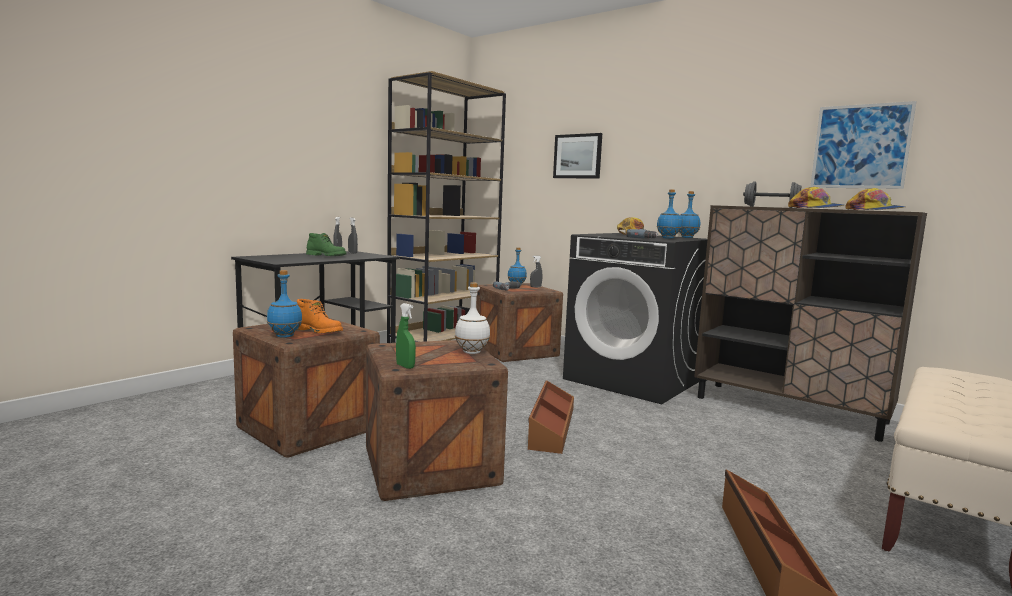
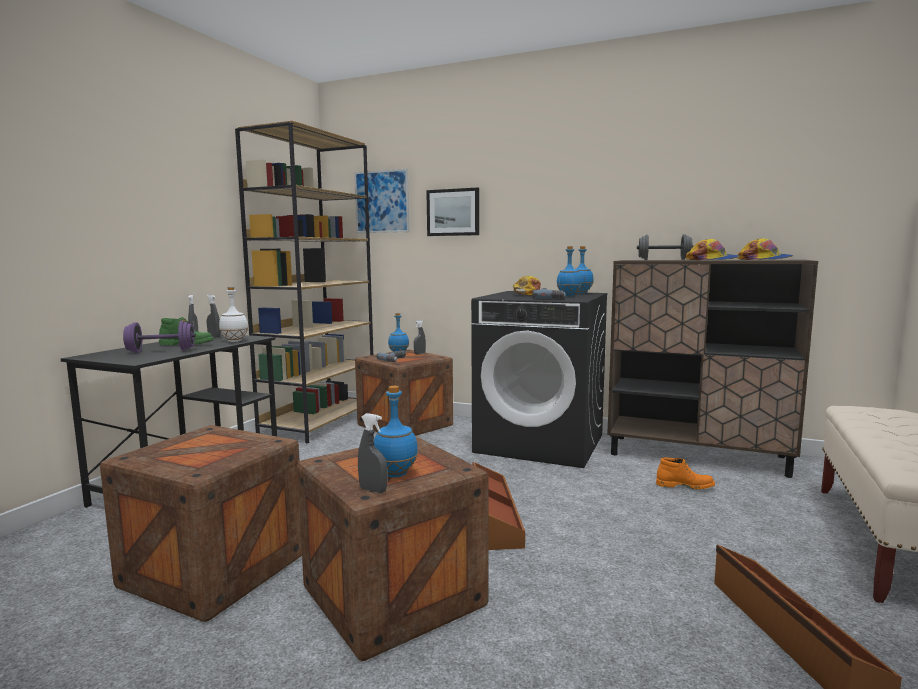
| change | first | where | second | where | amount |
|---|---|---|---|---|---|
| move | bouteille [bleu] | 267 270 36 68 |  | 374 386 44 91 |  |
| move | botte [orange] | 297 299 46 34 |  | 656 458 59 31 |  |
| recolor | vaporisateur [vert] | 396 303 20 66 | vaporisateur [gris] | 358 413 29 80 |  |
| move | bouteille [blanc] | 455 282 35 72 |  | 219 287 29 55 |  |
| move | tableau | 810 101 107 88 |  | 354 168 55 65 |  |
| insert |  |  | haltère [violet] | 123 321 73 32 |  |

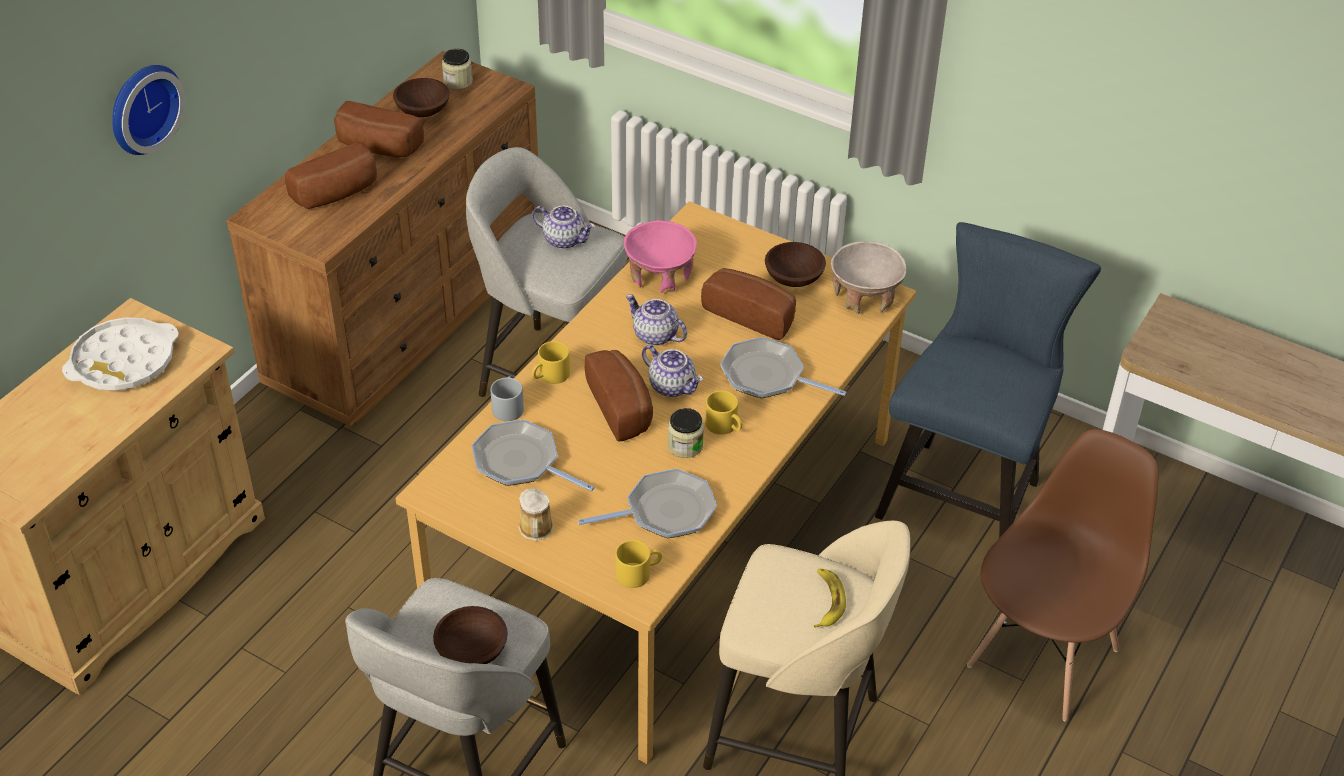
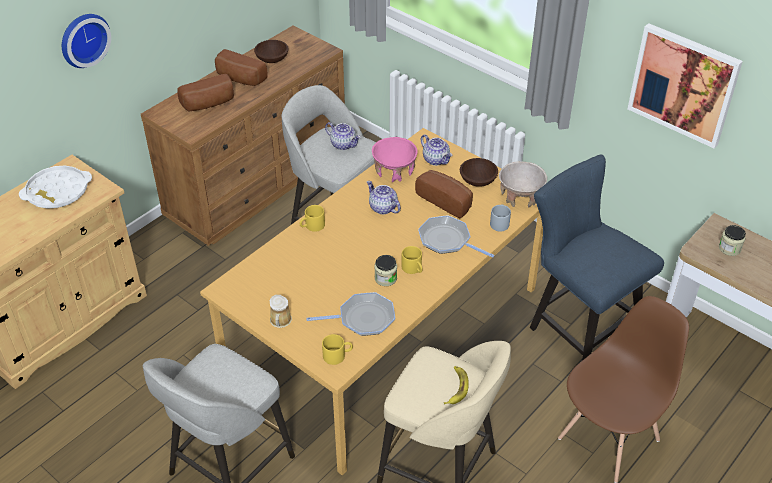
| change | first | where | second | where | amount |
|---|---|---|---|---|---|
| delete | bol [marron] | 433 606 75 58 |  |  |  |
| move | bocal | 442 49 31 41 |  | 719 225 27 31 |  |
| delete | poêle | 472 420 123 71 |  |  |  |
| move | mug [gris] | 490 376 34 45 |  | 490 204 21 27 |  |
| delete | pain | 585 350 68 92 |  |  |  |
| move | théière | 642 345 61 52 |  | 421 134 32 32 |  |
| rotate | chaise [bleu] | 875 222 226 316 |  | 530 154 134 207 | 75 degrees counterclockwise |
| insert |  |  | tableau | 627 23 116 125 |  |

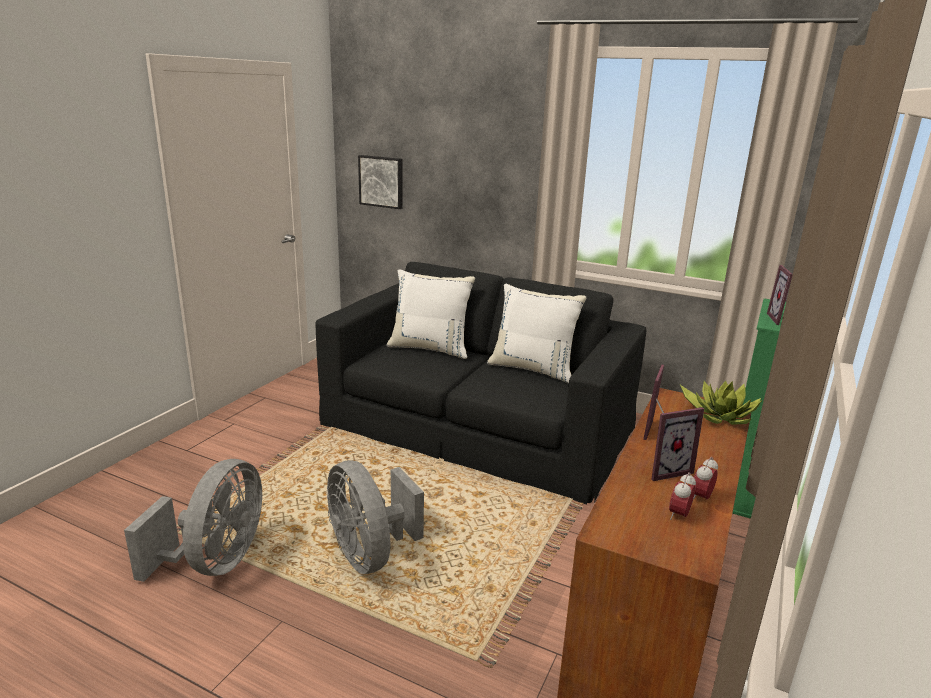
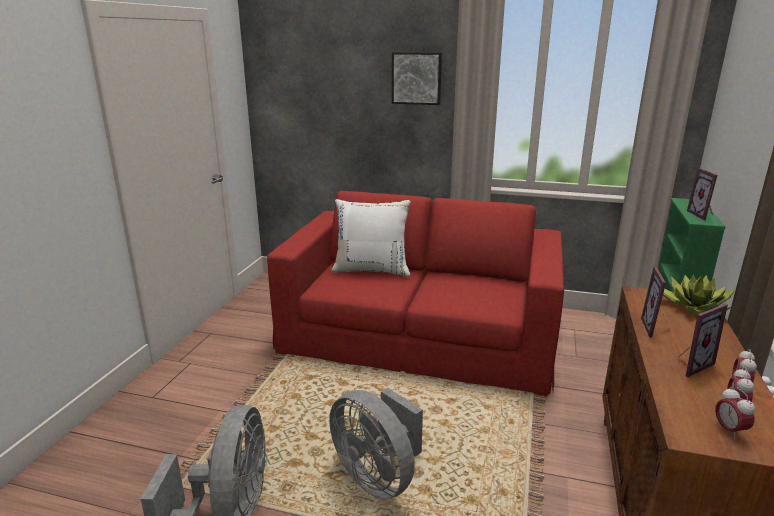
| change | first | where | second | where | amount |
|---|---|---|---|---|---|
| recolor | canapé [noir] | 315 262 332 243 | canapé [rouge] | 267 191 297 205 |  |
| move | tableau | 358 155 45 54 |  | 392 52 50 53 |  |
| delete | coussin [blanc] | 487 284 99 99 |  |  |  |
| insert |  |  | réveil | 715 387 40 52 |  |

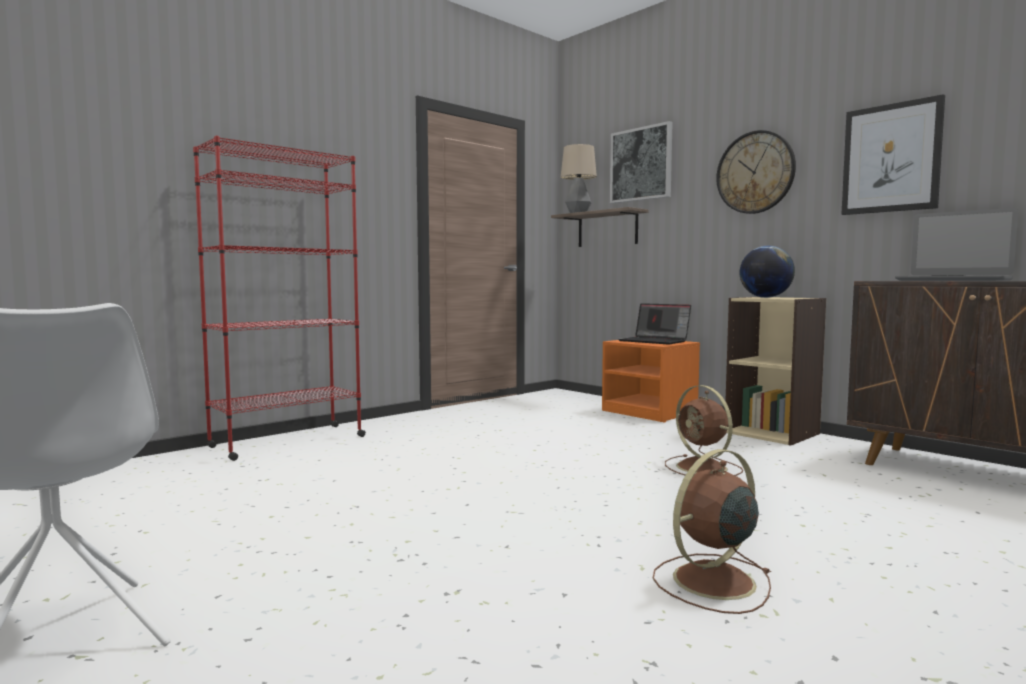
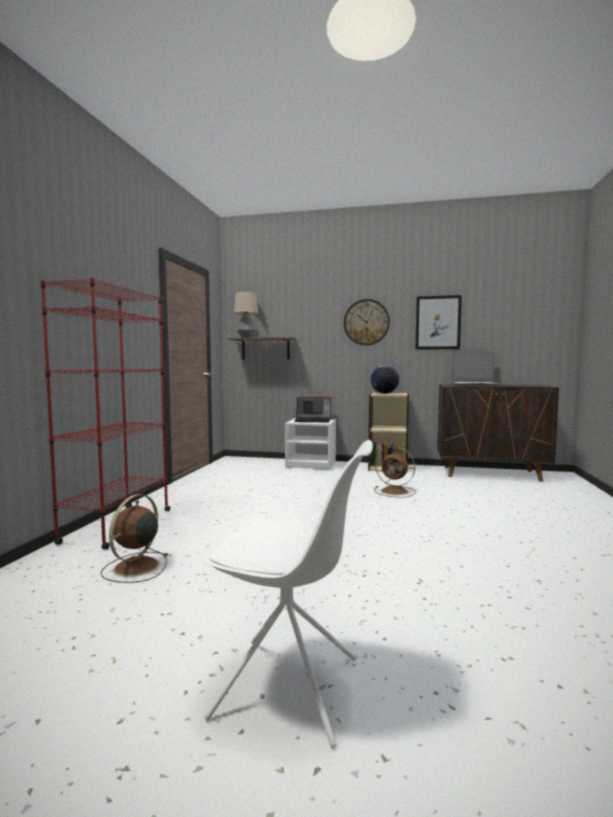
| change | first | where | second | where | amount |
|---|---|---|---|---|---|
| recolor | table de chevet [orange] | 602 340 98 82 | table de chevet [blanc] | 285 418 51 52 |  |
| delete | tableau | 610 121 63 82 |  |  |  |
| move | ventilateur [marron] | 653 449 118 165 |  | 100 494 69 89 |  |

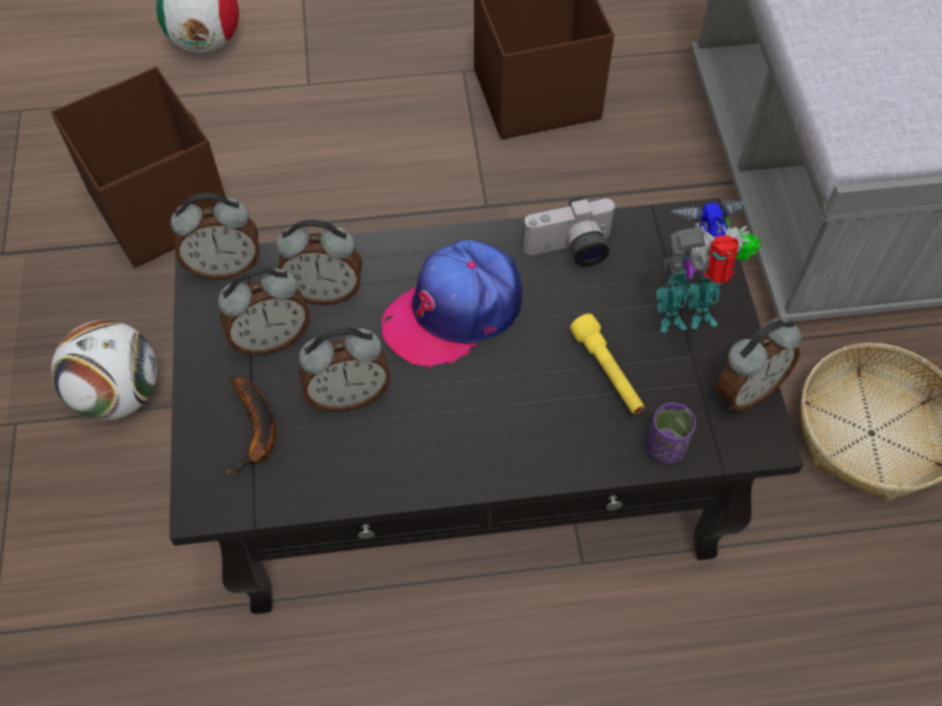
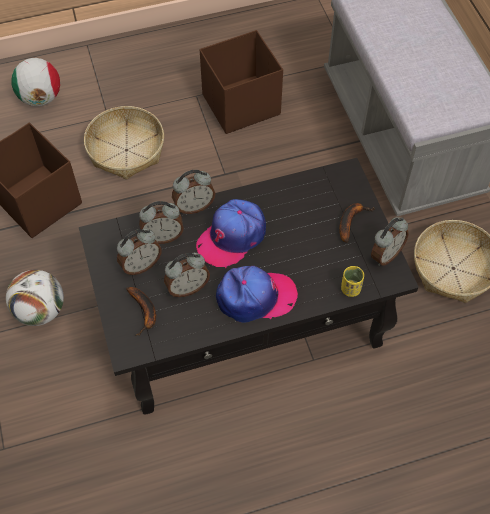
| change | first | where | second | where | amount |
|---|---|---|---|---|---|
| move | réveil | 171 193 89 87 |  | 172 170 43 44 |  |
| delete | appareil photo | 522 197 95 70 |  |  |  |
| delete | lampe de poche [jaune] | 570 314 75 100 |  |  |  |
| recolor | tasse [violet] | 647 403 49 61 | tasse [jaune] | 341 266 23 31 |  |
| replace | robot jouet | 656 200 106 133 | banane | 339 203 36 40 |  |
| insert |  |  | panier | 84 106 80 74 |  |
| insert |  |  | casquette | 216 266 82 57 |  |

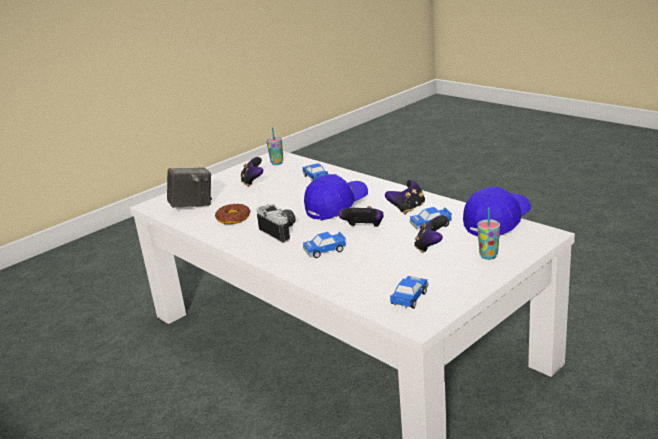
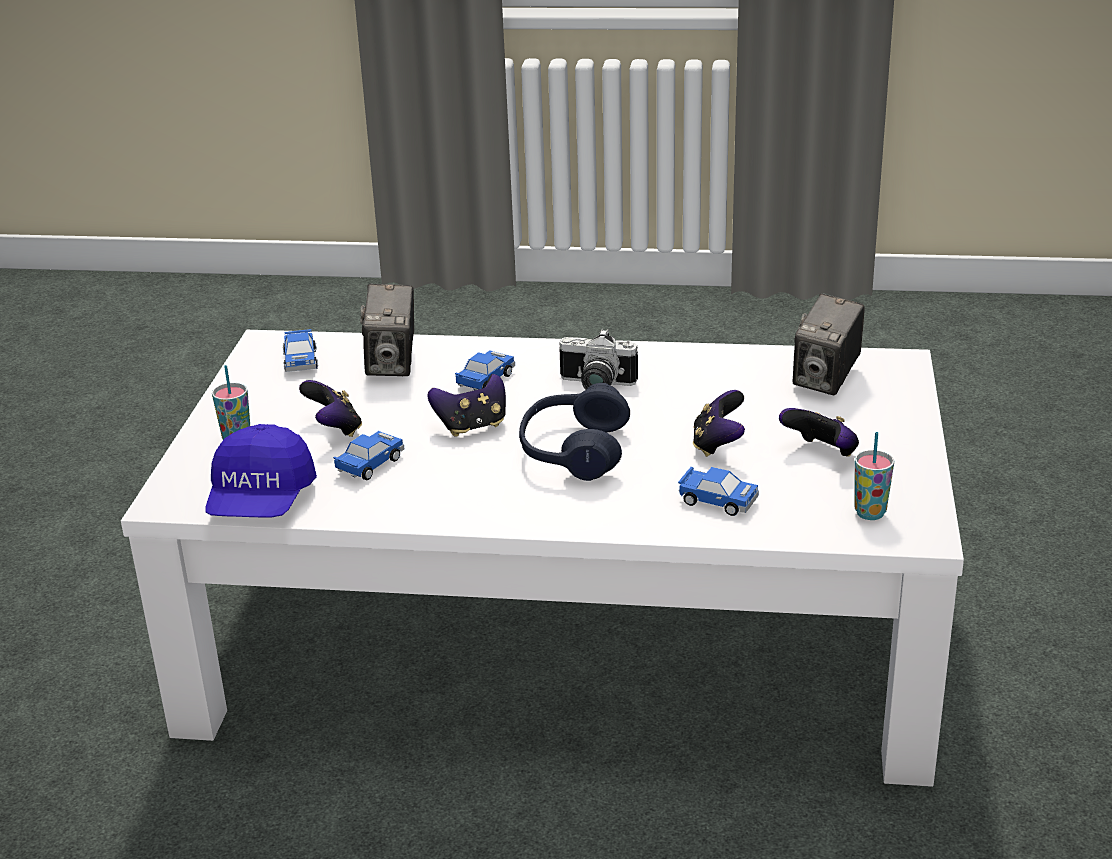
| change | first | where | second | where | amount |
|---|---|---|---|---|---|
| delete | beignet | 215 204 35 20 |  |  |  |
| replace | casquette [bleu] | 304 174 64 46 | casque audio [bleu] | 519 383 111 98 |  |
| move | manette | 385 180 40 35 |  | 693 390 52 67 |  |
| insert |  |  | appareil photo | 360 284 54 92 |  |

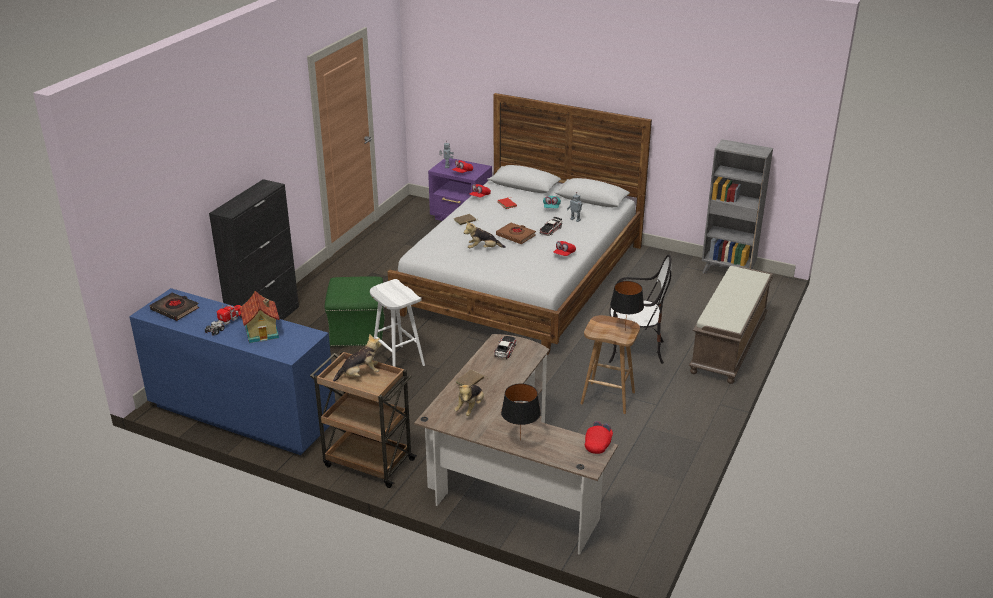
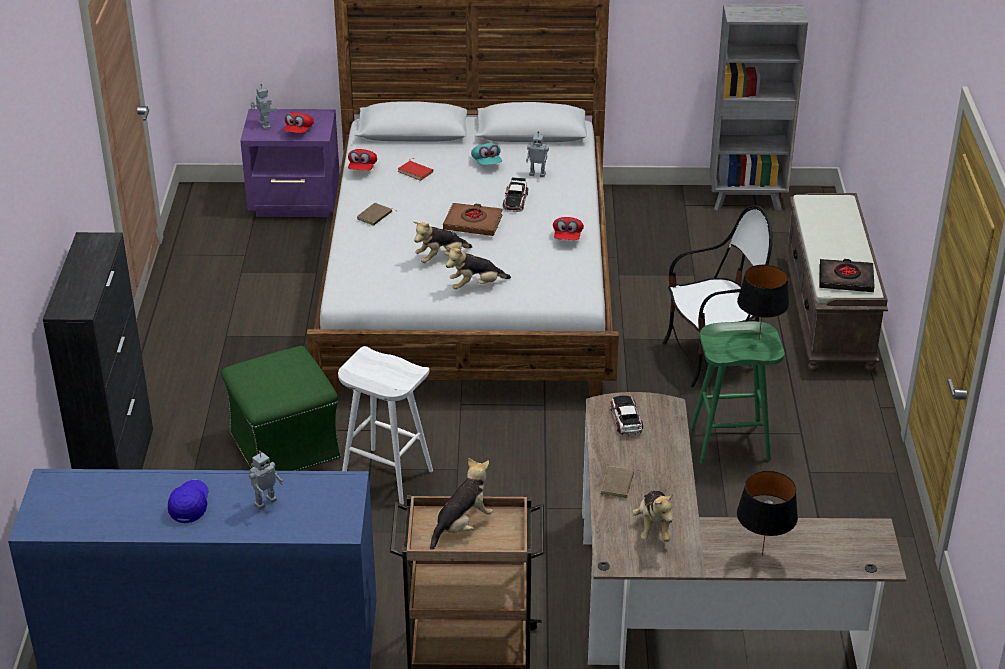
| change | first | where | second | where | amount |
|---|---|---|---|---|---|
| move | livre [noir] | 150 293 49 28 |  | 819 259 56 33 |  |
| replace | camion jouet | 204 304 38 32 | casquette [bleu] | 168 480 41 43 |  |
| replace | maison miniature | 240 291 39 52 | robot jouet | 249 451 34 59 |  |
| recolor | tabouret [marron] | 580 315 60 99 | tabouret [vert] | 691 321 94 143 |  |
| delete | casquette [rouge] | 585 421 28 33 |  |  |  |
| insert |  |  | peluche | 446 246 65 43 |  |

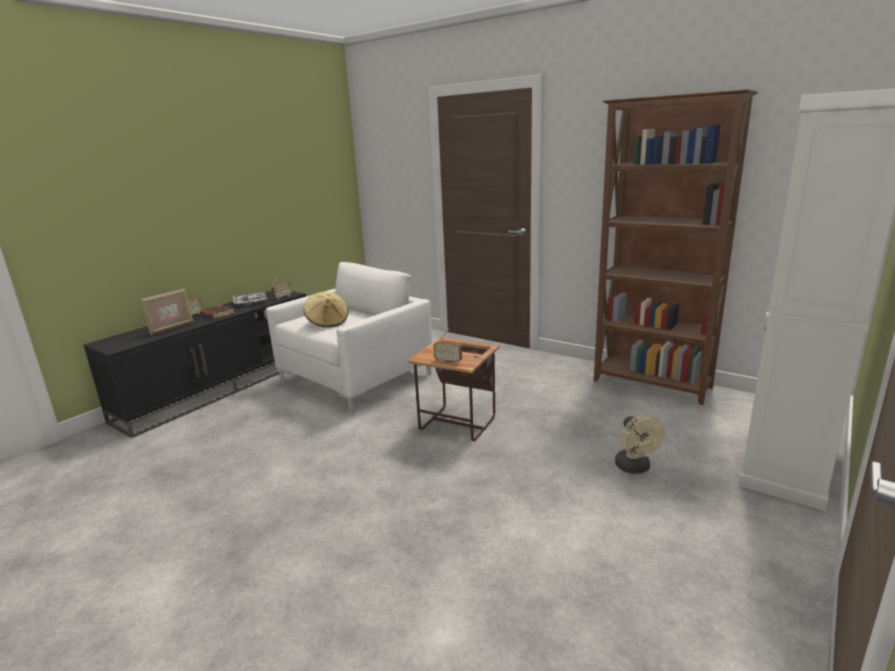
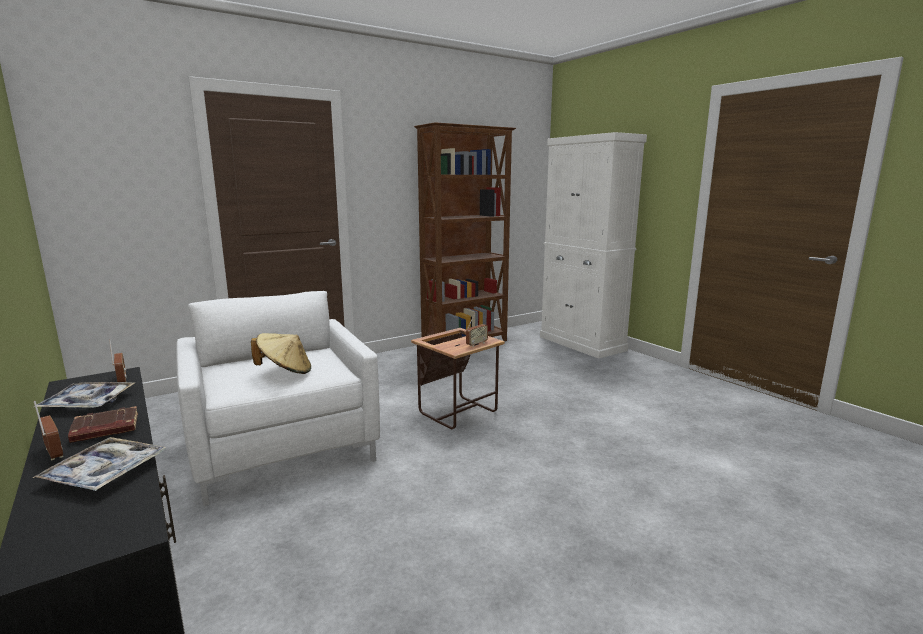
| change | first | where | second | where | amount |
|---|---|---|---|---|---|
| replace | cadre photo | 140 288 54 47 | plateau | 33 437 133 54 |  |
| delete | ventilateur [beige] | 615 415 50 59 |  |  |  |

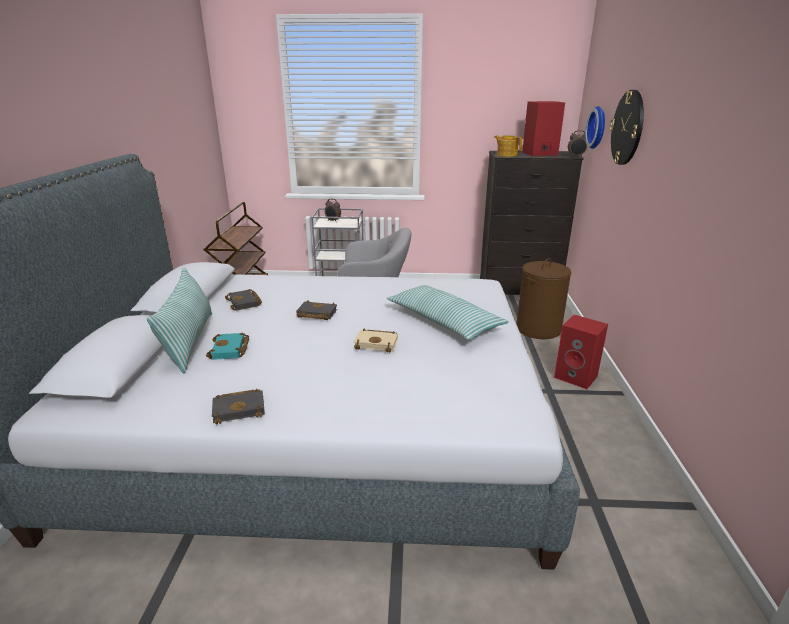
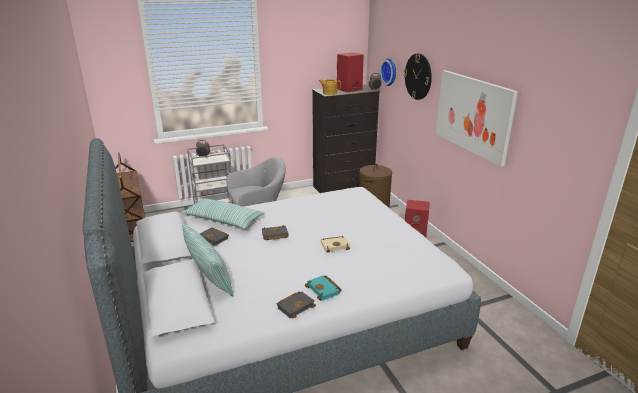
| change | first | where | second | where | amount |
|---|---|---|---|---|---|
| move | livre [turquoise] | 206 333 43 27 |  | 305 275 37 26 |  |
| move | coussin | 387 285 122 55 |  | 181 198 84 31 |  |
| insert |  |  | tableau | 435 70 83 96 |  |

